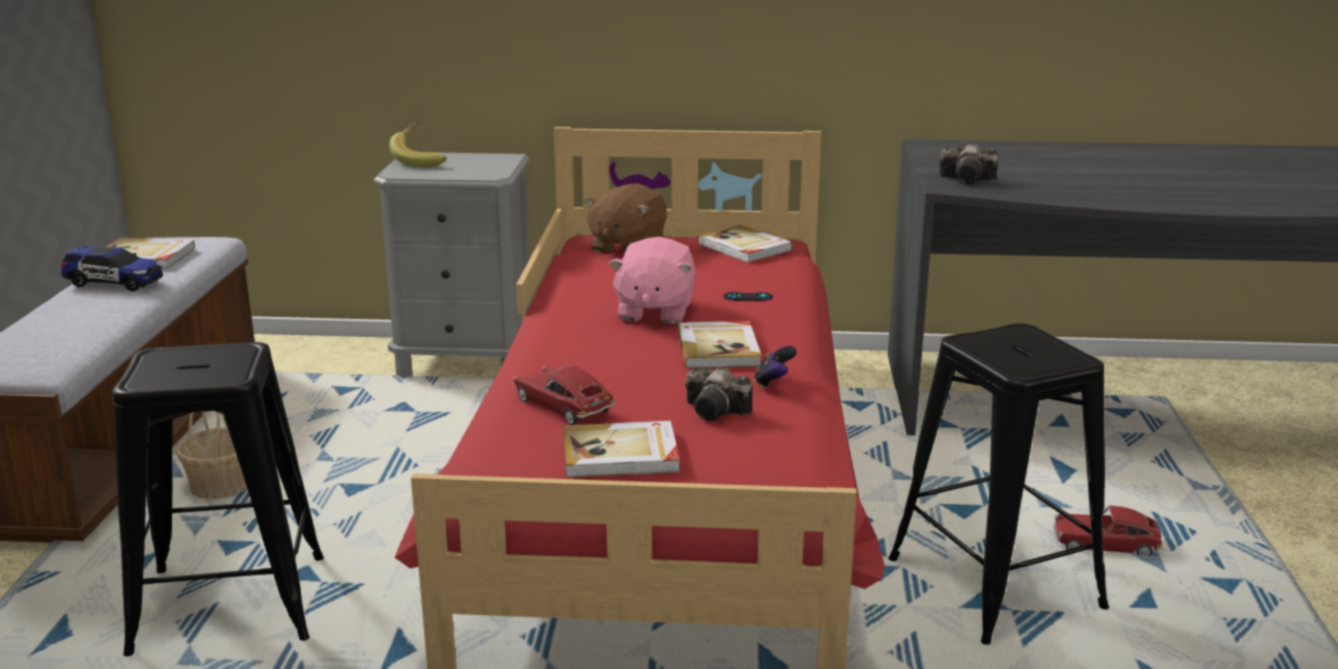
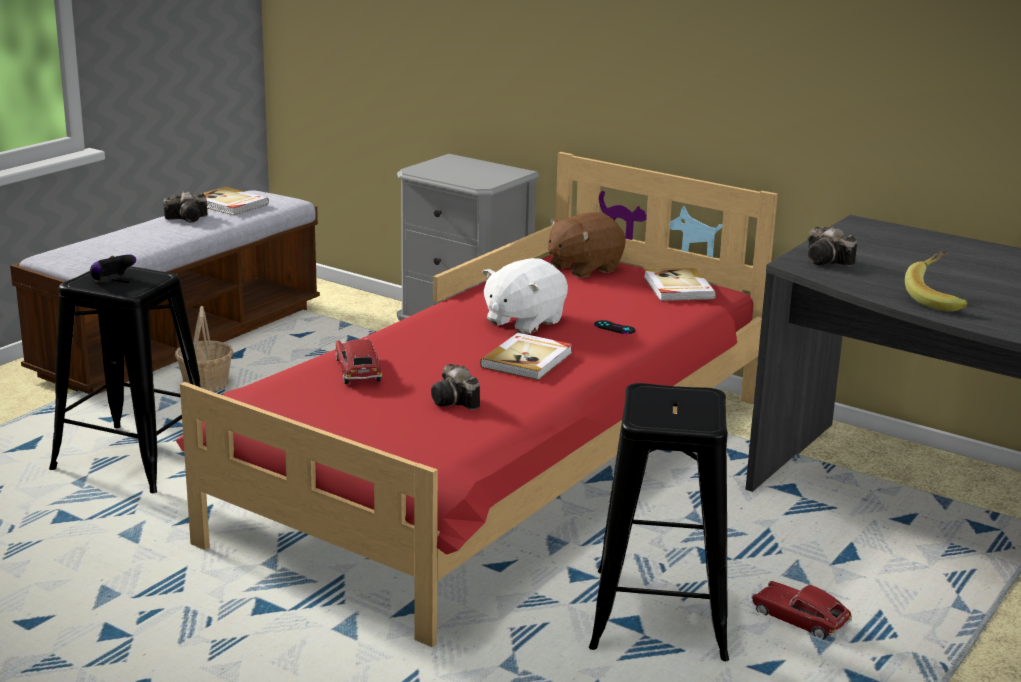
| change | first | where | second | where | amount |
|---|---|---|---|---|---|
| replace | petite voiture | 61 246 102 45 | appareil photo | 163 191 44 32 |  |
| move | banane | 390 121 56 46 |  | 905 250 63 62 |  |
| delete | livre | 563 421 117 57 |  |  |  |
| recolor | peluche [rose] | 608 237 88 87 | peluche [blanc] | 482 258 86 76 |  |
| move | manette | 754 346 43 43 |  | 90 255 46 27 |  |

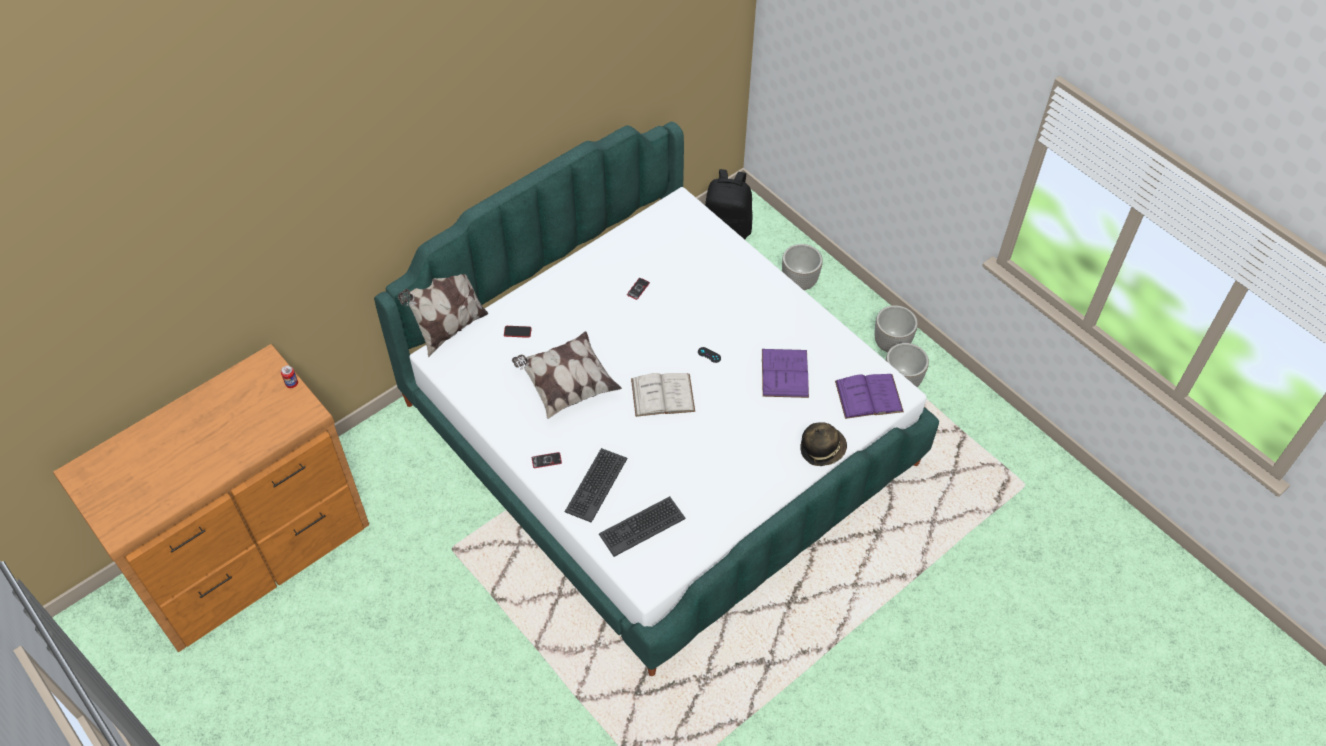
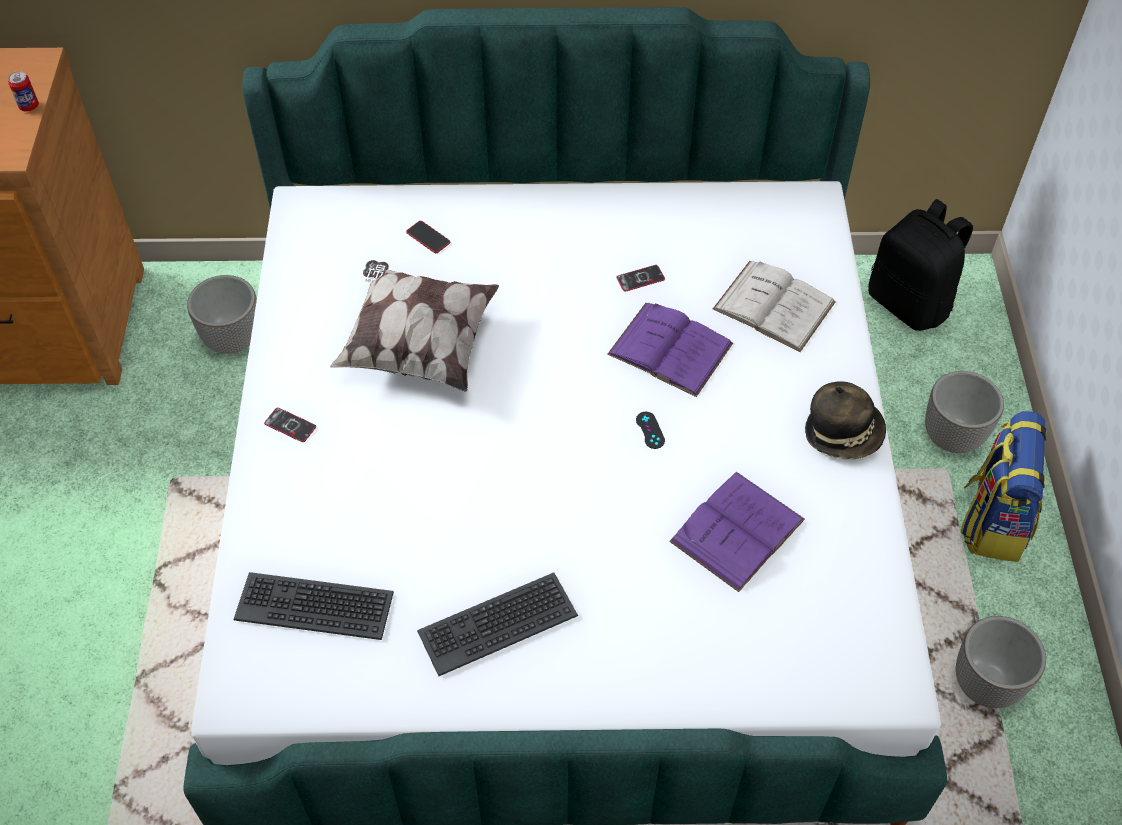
| change | first | where | second | where | amount |
|---|---|---|---|---|---|
| delete | coussin | 398 274 90 83 |  |  |  |
| move | clavier | 565 448 62 75 |  | 417 573 161 103 |  |
| move | livre [blanc] | 631 373 64 44 |  | 713 261 123 91 |  |
| move | chapeau | 800 422 47 44 |  | 805 381 81 78 |  |
| move | livre [violet] | 835 374 69 45 |  | 607 303 126 94 |  |
| move | cache-pot | 875 305 43 47 |  | 187 275 70 79 |  |
| insert |  |  | sac à dos | 961 411 86 151 |  |

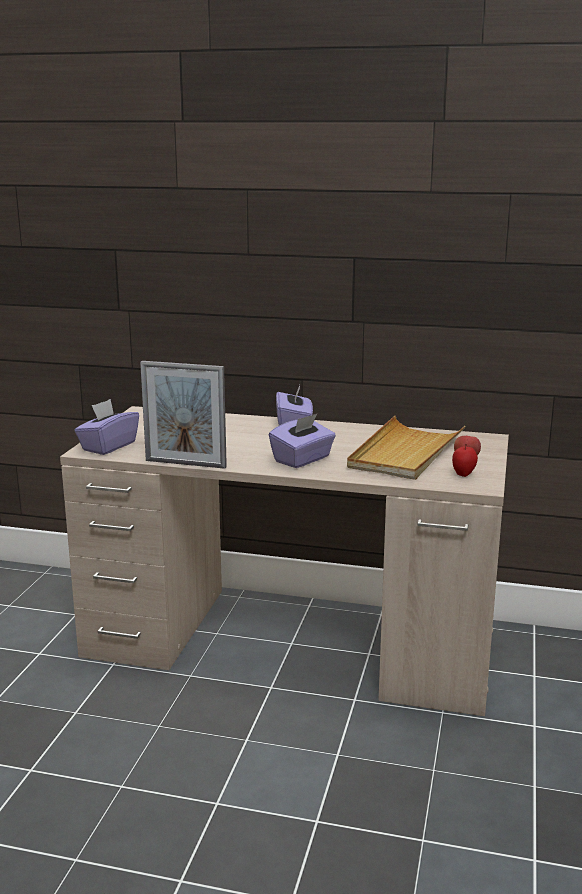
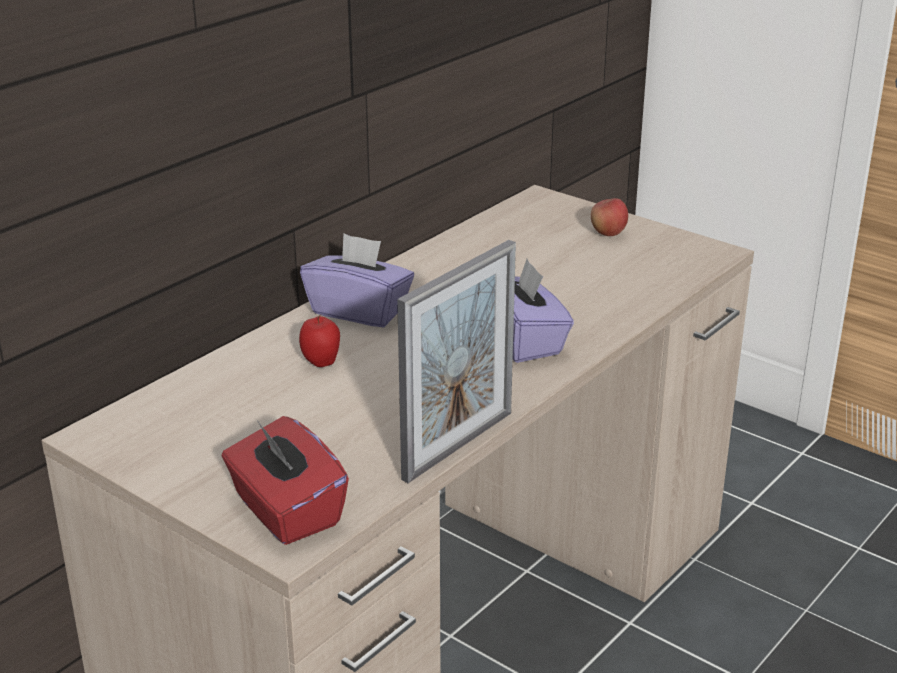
| change | first | where | second | where | amount |
|---|---|---|---|---|---|
| recolor | boîte à mouchoirs [violet] | 74 399 65 56 | boîte à mouchoirs [rouge] | 222 416 127 129 |  |
| delete | plateau [beige] | 347 416 118 64 |  |  |  |
| move | pomme | 452 444 26 33 |  | 299 314 41 53 |  |

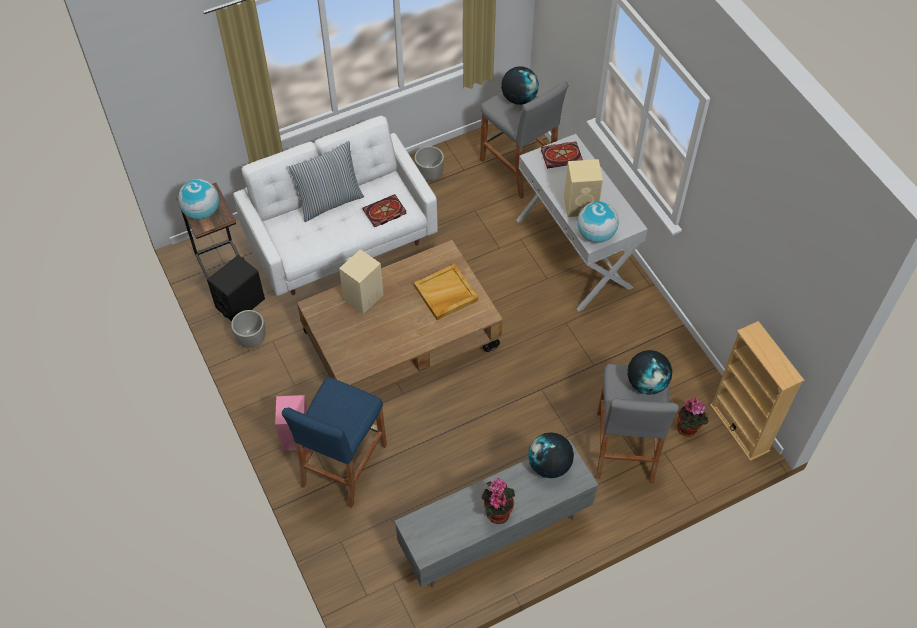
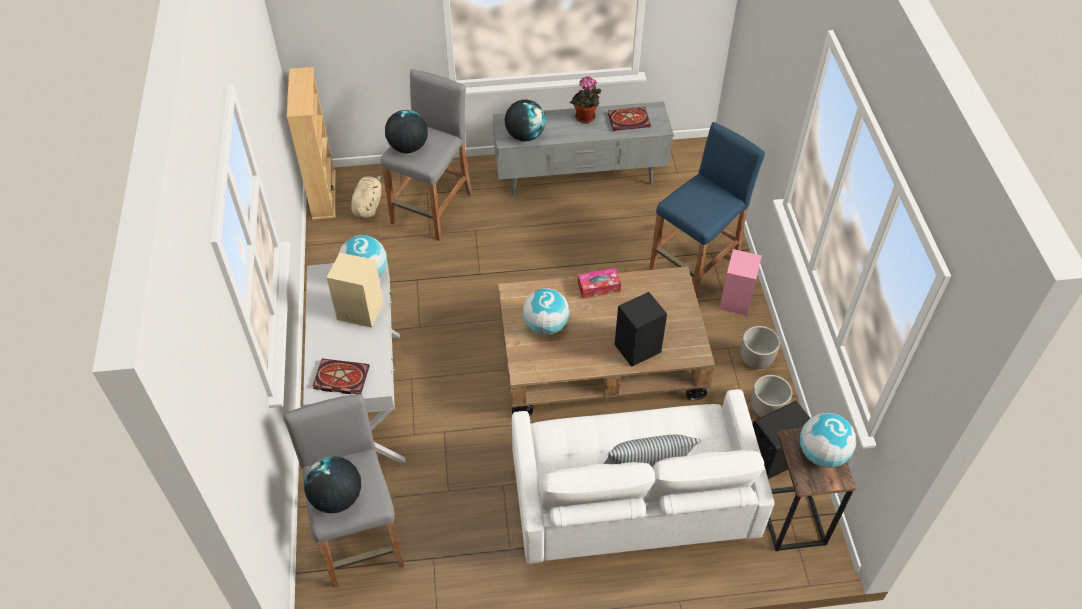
| change | first | where | second | where | amount |
|---|---|---|---|---|---|
| recolor | enceinte [beige] | 339 249 45 65 | enceinte [noir] | 615 292 52 75 |  |
| move | livre | 362 194 45 33 |  | 608 107 43 24 |  |
| move | cache-pot | 414 146 30 35 |  | 741 326 39 43 |  |
| replace | plateau [beige] | 414 264 64 56 | globe | 523 288 46 47 |  |
| replace | plante en pot | 677 397 32 40 | peluche [beige] | 351 175 32 44 |  |
| insert |  |  | boîte à mouchoirs | 578 268 43 30 |  |

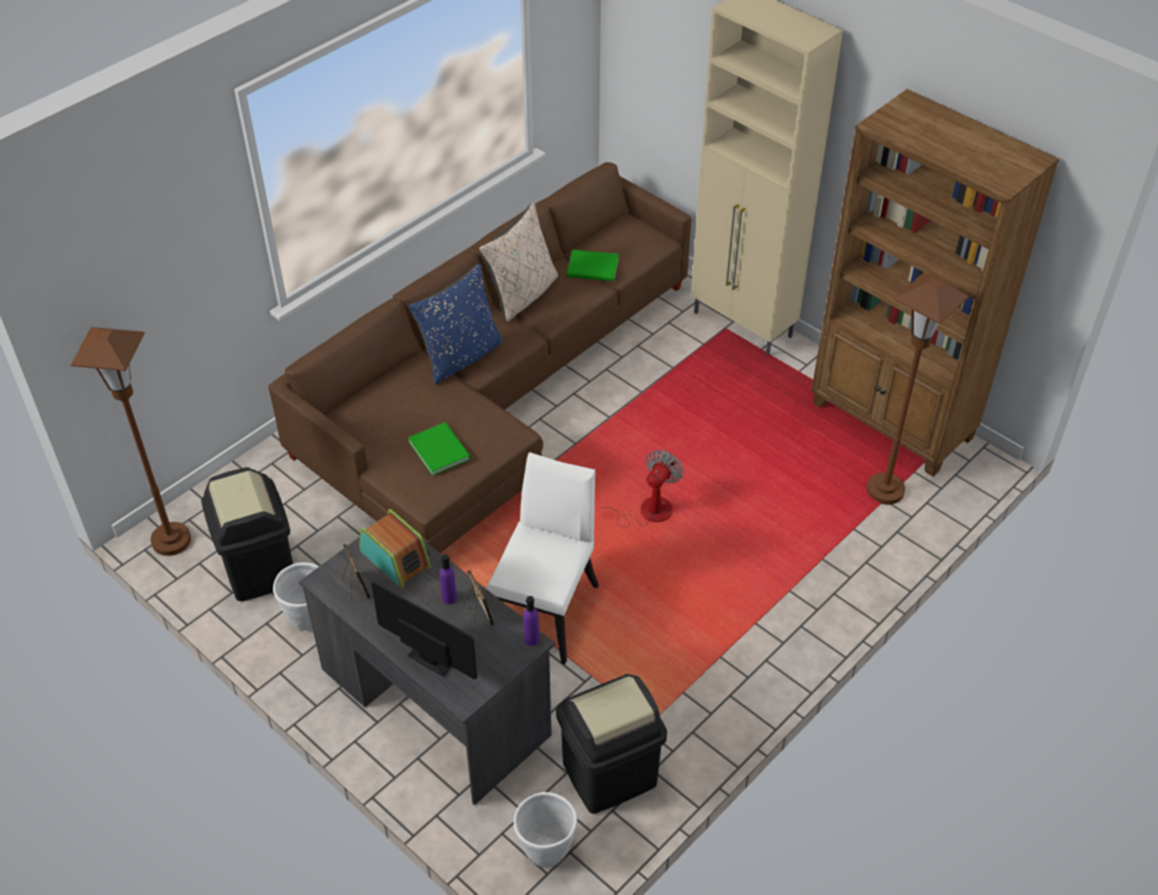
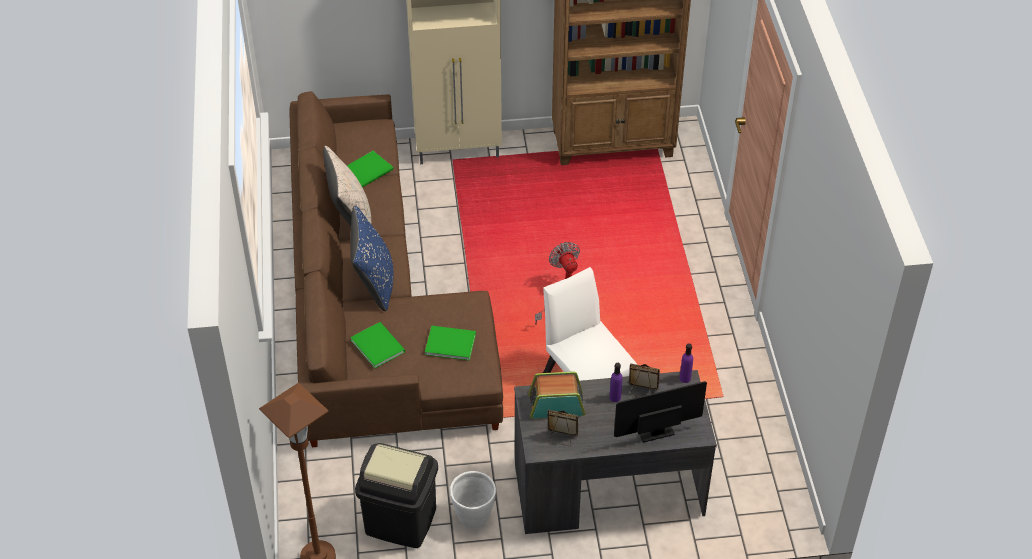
| change | first | where | second | where | amount |
|---|---|---|---|---|---|
| delete | cache-pot [blanc] | 514 792 63 76 |  |  |  |
| delete | poubelle [noir] | 556 674 111 140 |  |  |  |
| delete | lampadaire [marron] | 867 273 102 232 |  |  |  |
| insert |  |  | livre [vert] | 350 322 55 46 |  |

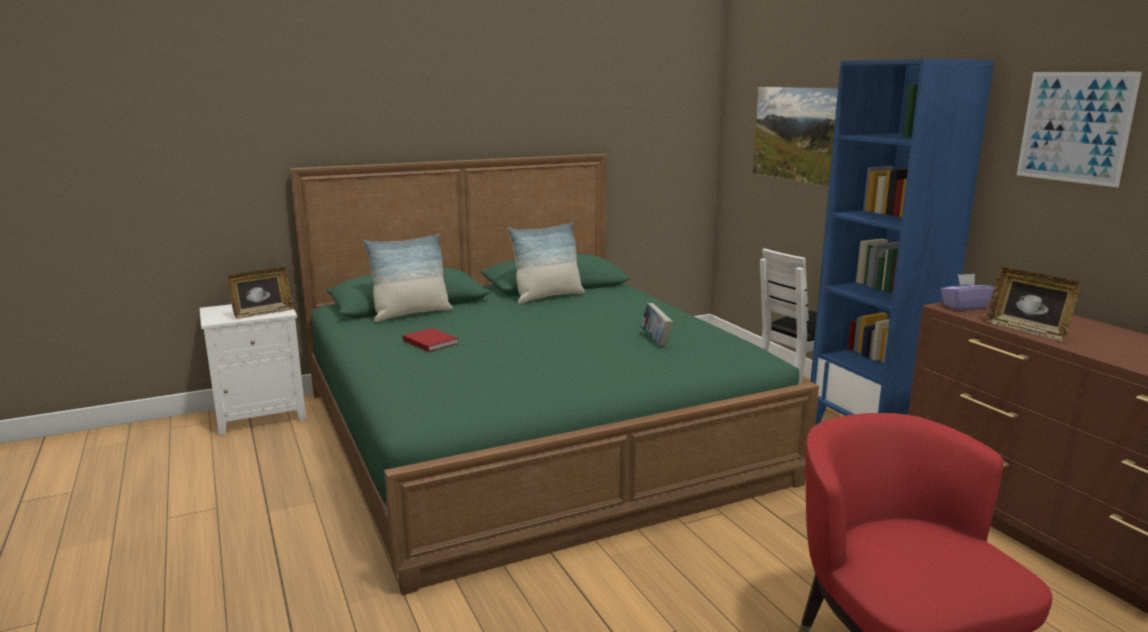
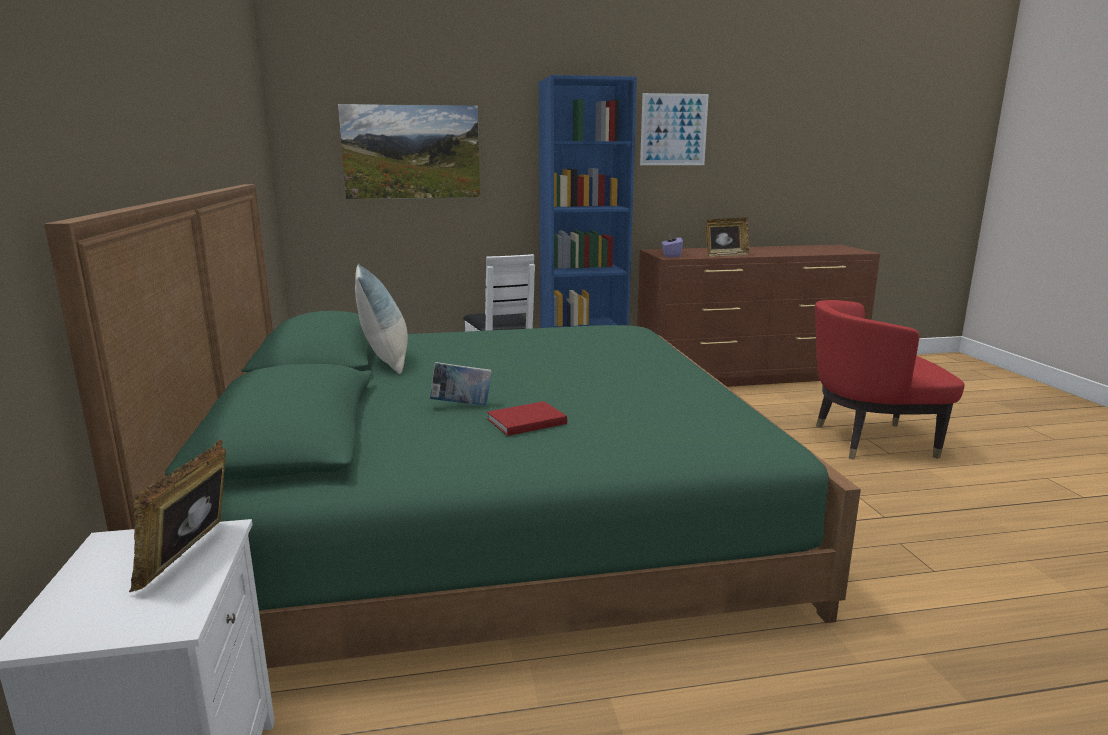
| change | first | where | second | where | amount |
|---|---|---|---|---|---|
| rotate | cadre photo | 227 267 67 52 |  | 129 440 97 152 | 150 degrees counterclockwise |
| delete | coussin | 363 234 90 88 |  |  |  |
| move | livre | 641 303 32 43 |  | 430 362 62 44 |  |

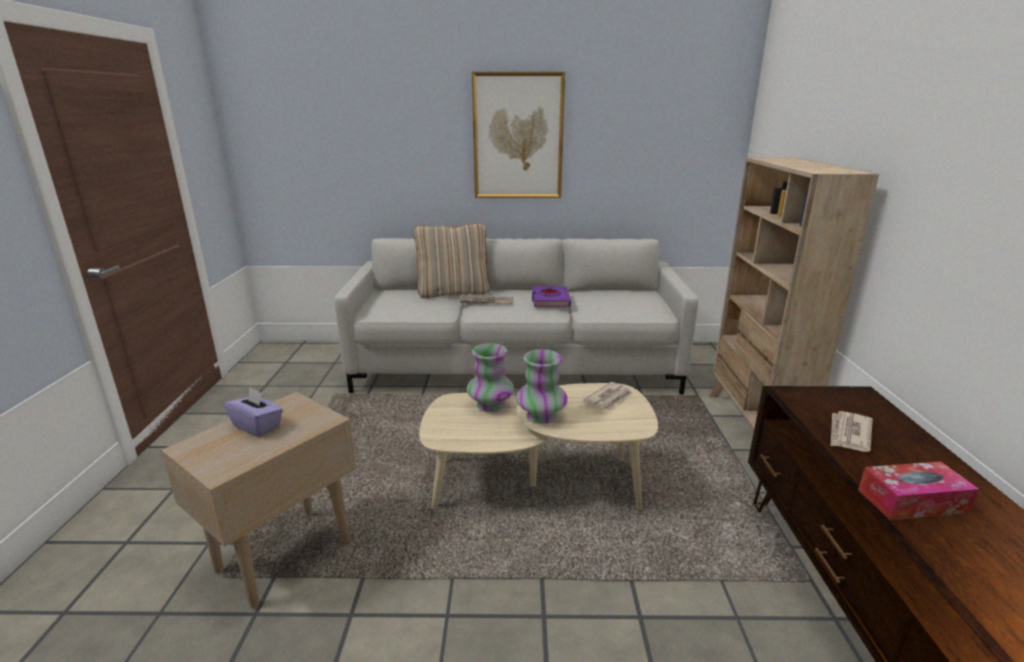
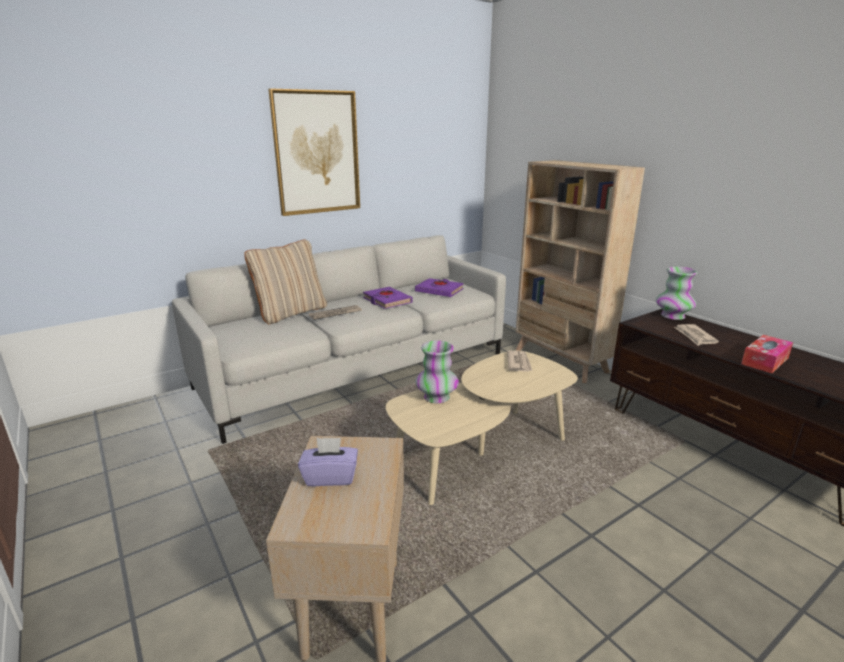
| change | first | where | second | where | amount |
|---|---|---|---|---|---|
| move | vase | 516 349 52 75 |  | 656 267 42 53 |  |
| insert |  |  | livre [violet] | 415 278 49 19 |  |

